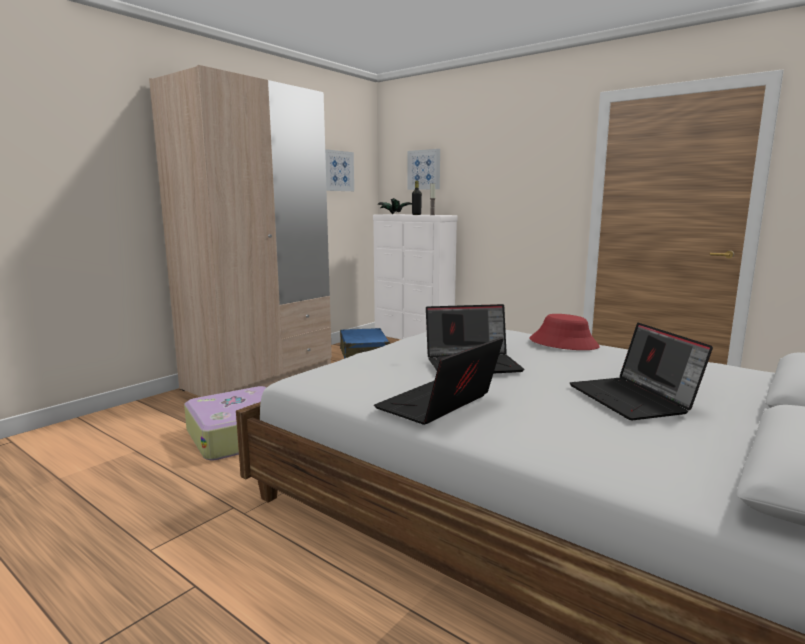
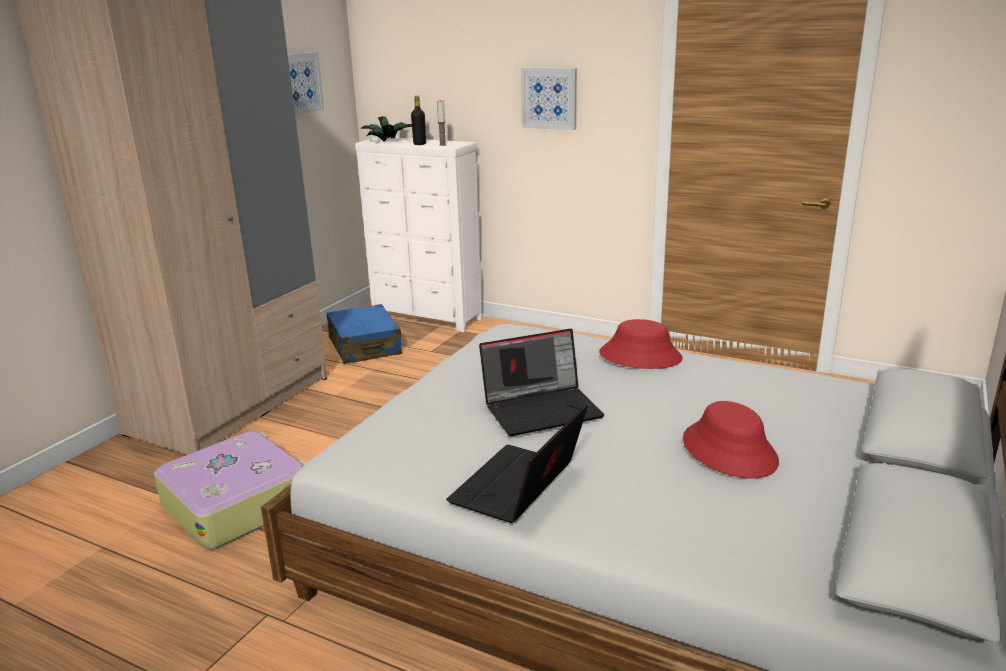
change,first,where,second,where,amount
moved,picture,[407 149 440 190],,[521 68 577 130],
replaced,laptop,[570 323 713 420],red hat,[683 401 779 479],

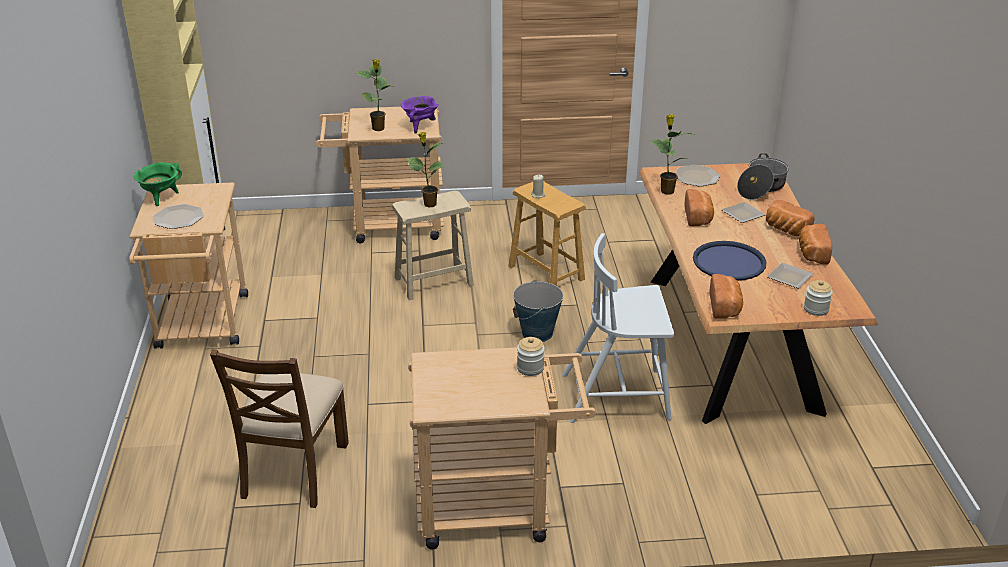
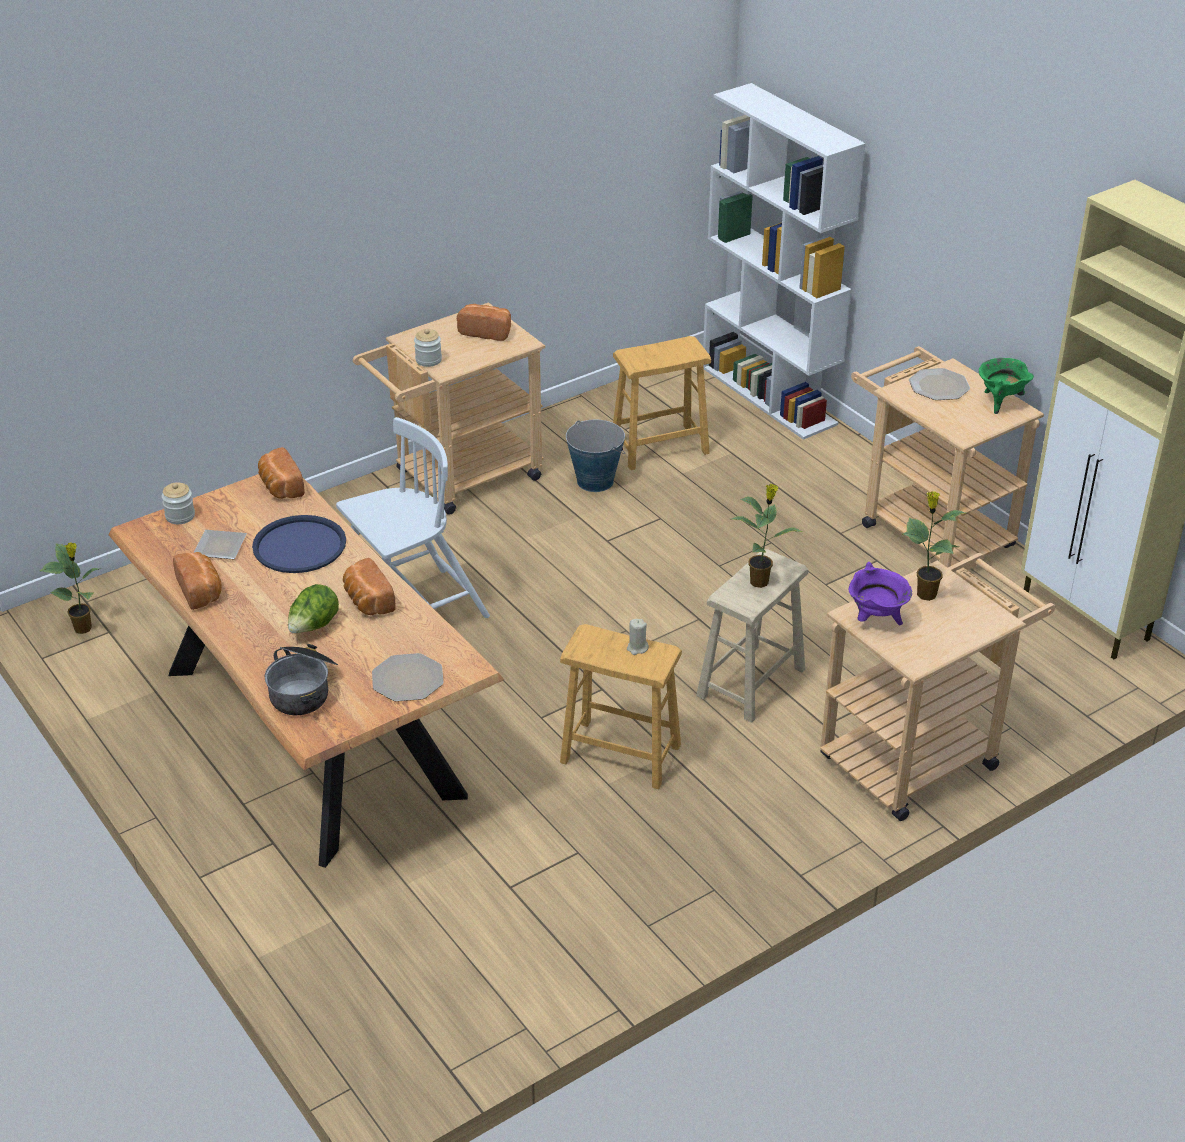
change,first,where,second,where,amount
moved,potted plant,[650 114 694 195],,[40 543 99 634],
moved,bread,[766 200 815 236],,[457 304 511 341],
replaced,plate,[721 202 766 223],lettuce,[288 584 339 633],
moved,bucket,[513 280 563 342],,[566 420 625 492],
replaced,brown chair,[210 349 349 508],brown stool,[613 336 711 470],
added,,,white bookcase,[703 83 866 440],

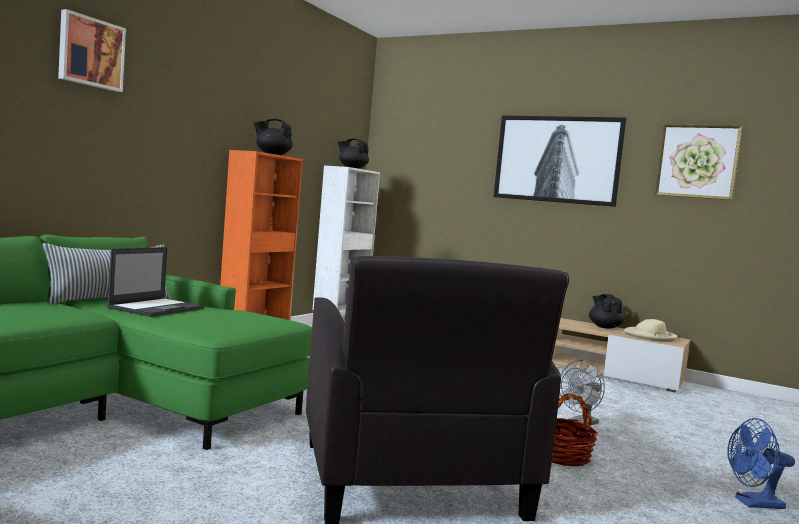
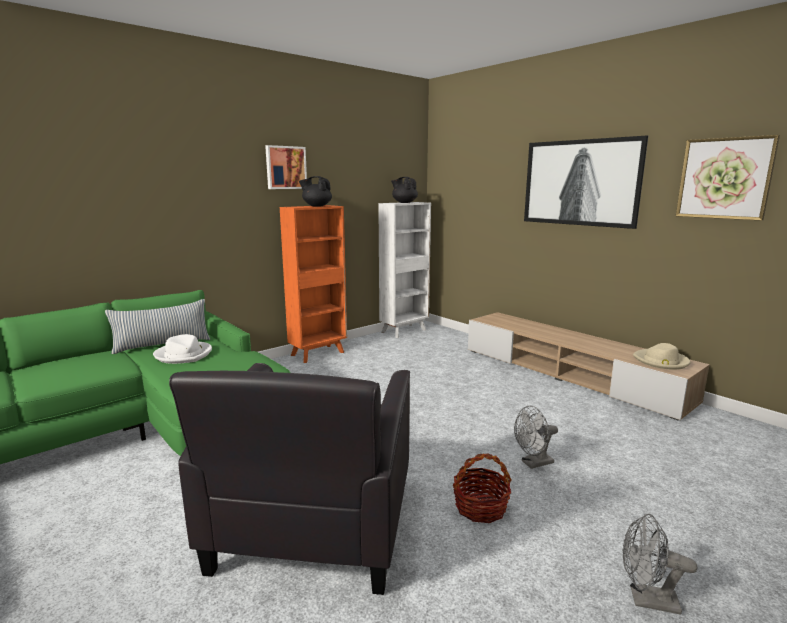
change,first,where,second,where,amount
moved,picture,[58 9 126 92],,[265 145 307 189],
replaced,laptop,[107 247 204 317],white hat,[153 334 212 364],
removed,black teapot,[589 294 625 329],,,
recoloured,blue fan,[727 418 795 509],grey fan,[623 514 697 615],

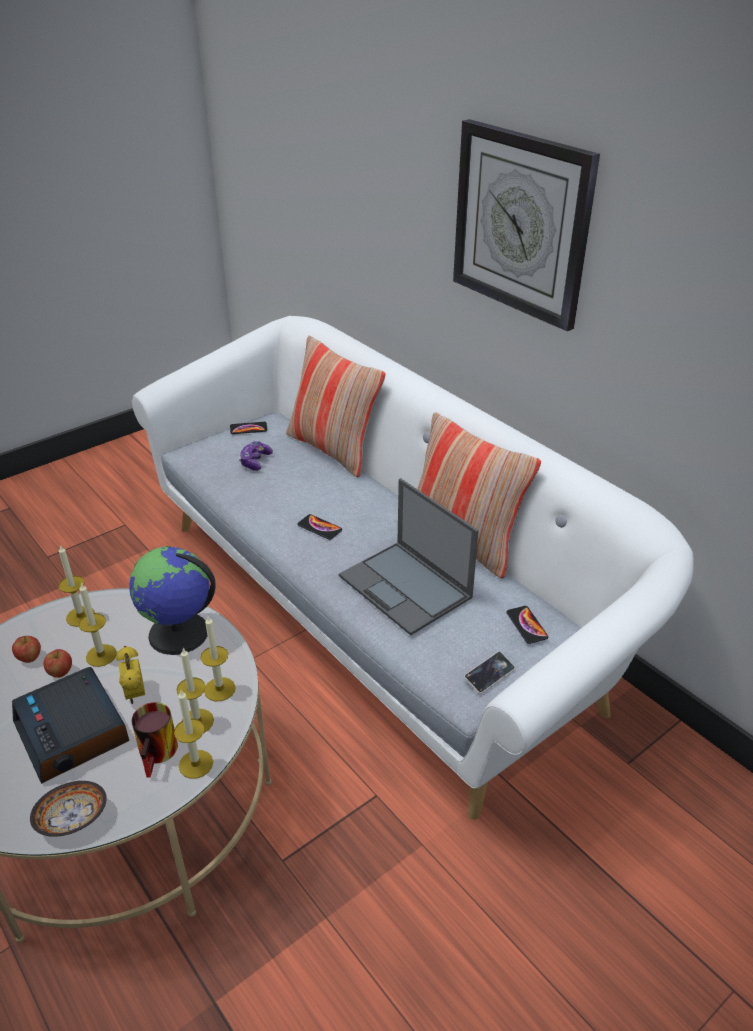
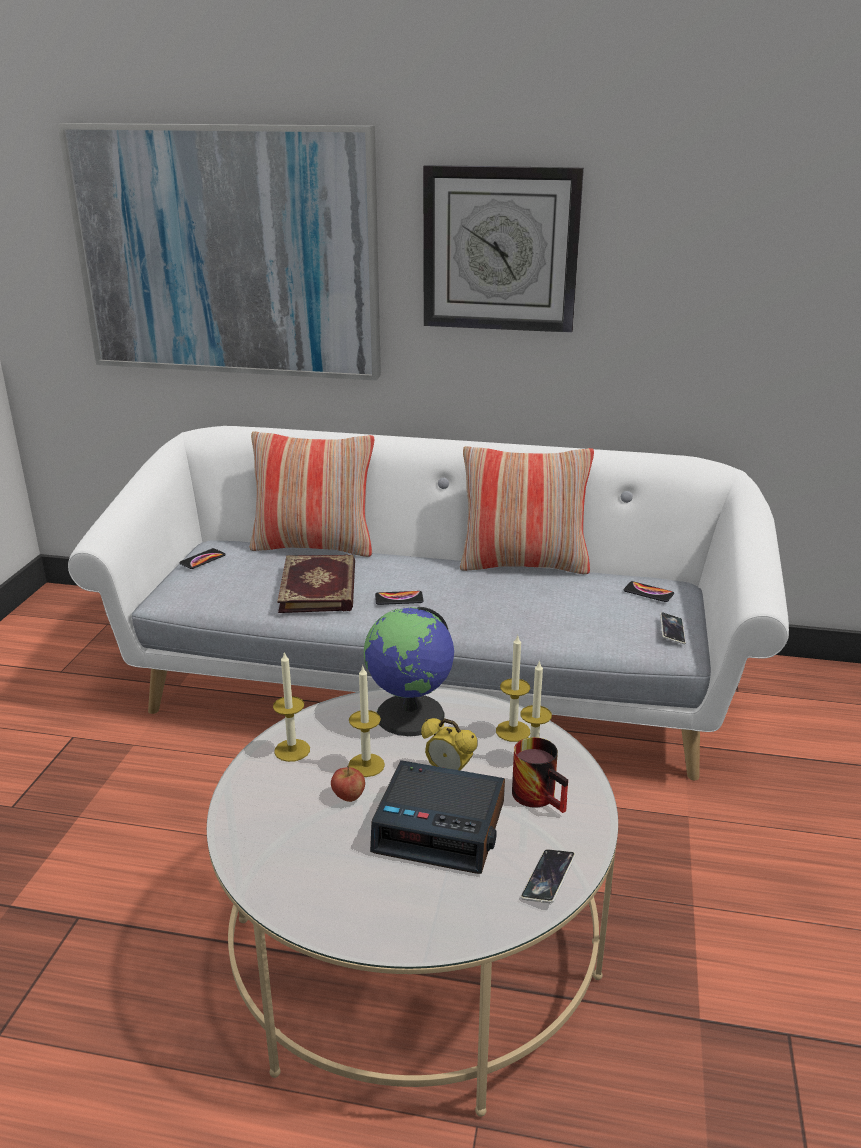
change,first,where,second,where,amount
removed,game controller,[239 441 273 471],,,
removed,laptop,[339 478 479 636],,,
removed,apple,[12 636 41 663],,,
removed,candle,[174 690 213 779],,,
replaced,bowl,[30 781 107 837],phone,[521 849 576 903],
added,,,picture,[58 123 381 381],
added,,,book,[277 554 355 613],

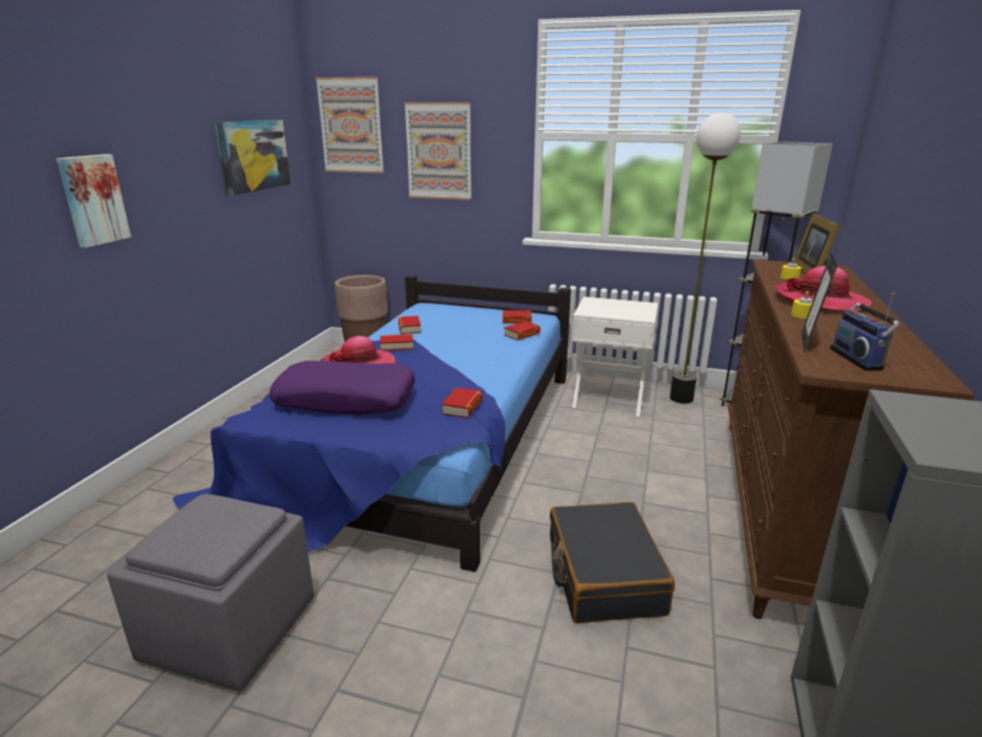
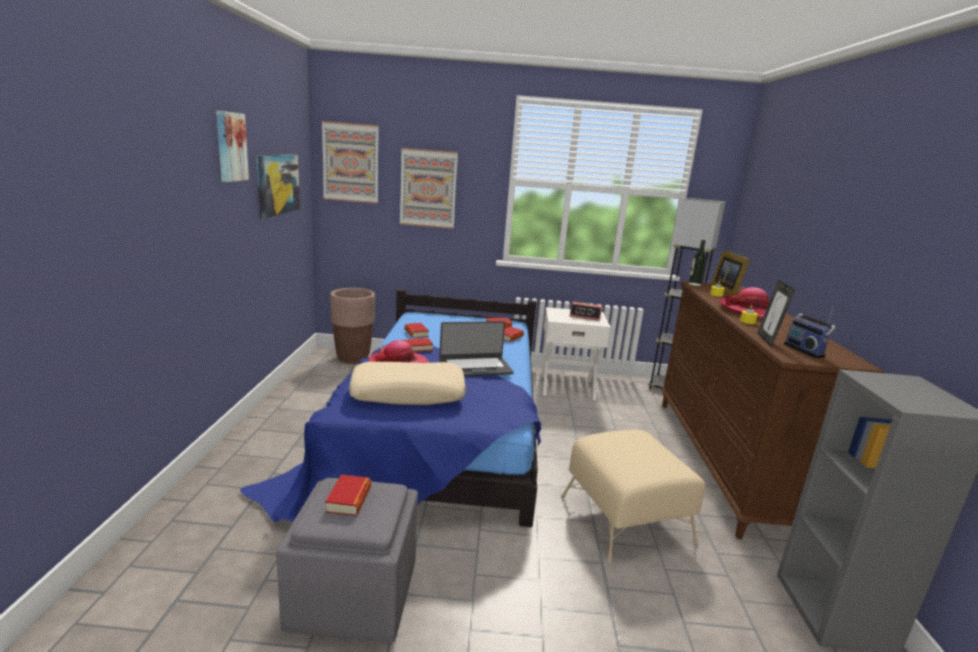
change,first,where,second,where,amount
removed,floor lamp,[670 113 740 404],,,
moved,picture,[56 154 131 248],,[216 111 249 182],
recoloured,purple pillow,[269 361 415 415],beige pillow,[349 362 466 405],
moved,book,[442 387 483 418],,[325 475 371 516],
replaced,black suitcase,[550 502 675 623],beige ottoman,[561 430 705 563],
added,,,bottle,[689 240 706 286],
added,,,alarm clock,[570 302 602 321],
added,,,laptop,[439 321 514 376],

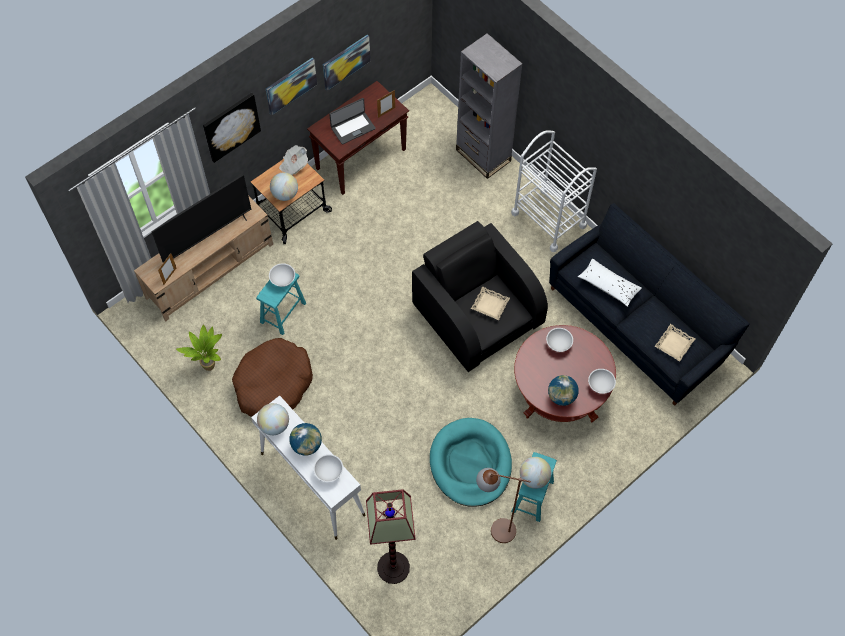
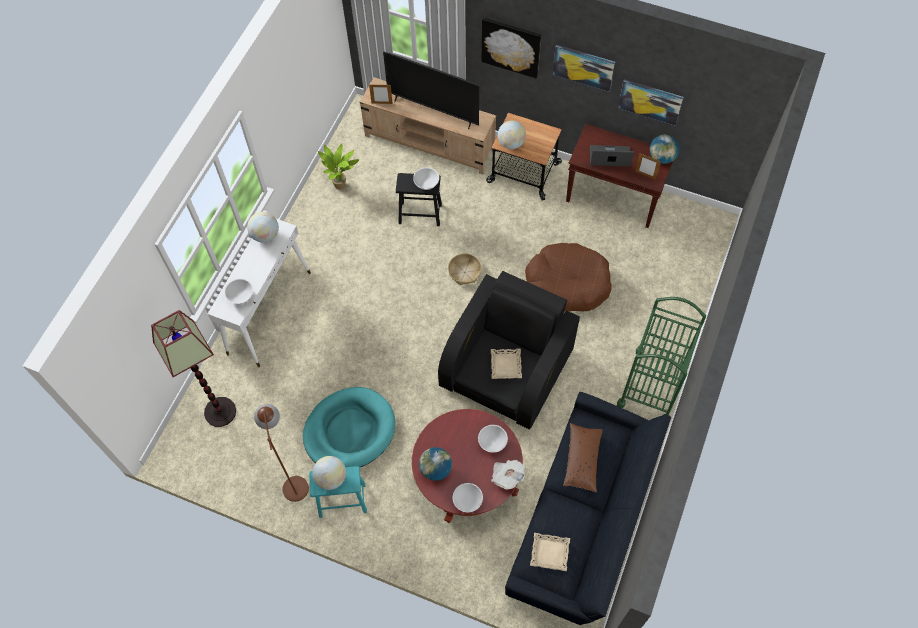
change,first,where,second,where,amount
removed,grey bookcase,[456 33 522 179],,,
turned,laptop,[329 98 376 145],,[590 145 634 167],150 degrees clockwise
recoloured,white cart,[511 130 597 252],green cart,[617 297 706 415],
moved,newspaper,[279 145 308 176],,[491 460 525 489],
recoloured,white pillow,[578 258 642 307],brown pillow,[563 423 603 492],
recoloured,turquoise stool,[256 273 306 335],black stool,[396 173 442 226],
moved,brown dog bed,[232 338 313 417],,[525 243 612 311],
moved,globe,[289 423 322 456],,[650 135 679 164],
added,,,basket,[448 253 482 285],

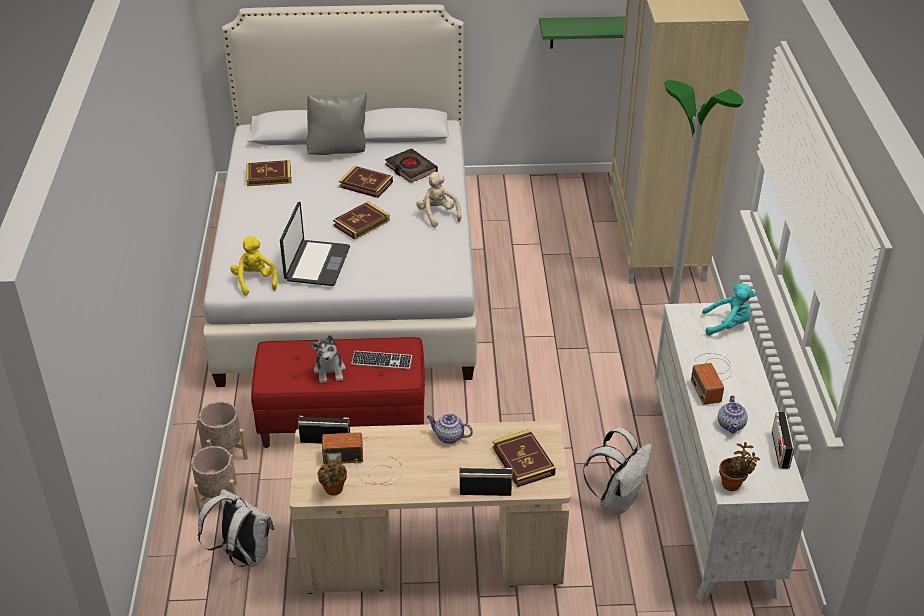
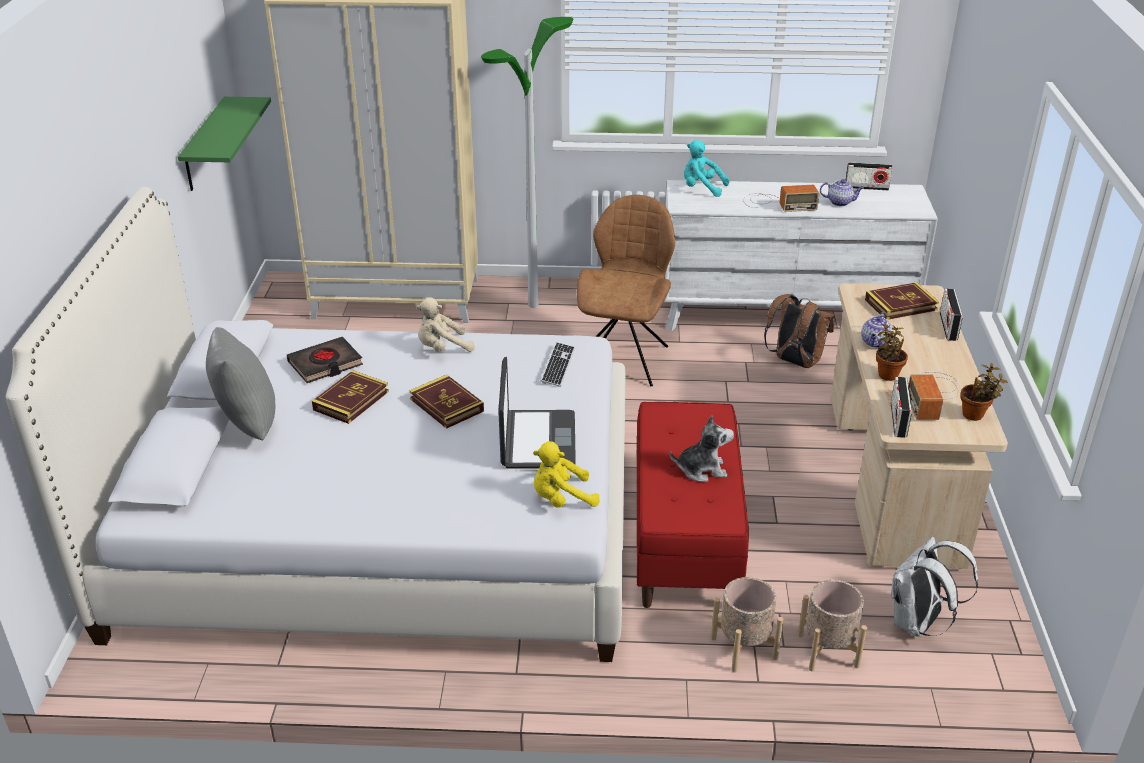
change,first,where,second,where,amount
removed,book,[246 160 291 186],,,
turned,laptop,[280 202 350 286],,[498 357 576 469],75 degrees clockwise
turned,turquoise plush toy,[702 284 756 336],,[684 140 730 197],75 degrees counterclockwise
moved,keyboard,[351 351 412 369],,[540 342 575 387],
recoloured,white backpack,[583 427 652 514],brown backpack,[764 294 835 368],
moved,potted plant,[719 442 760 491],,[876 324 908 381],
added,,,brown chair,[577 195 675 386],

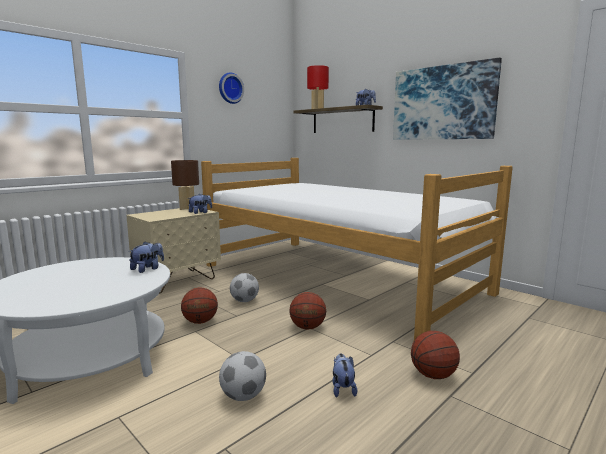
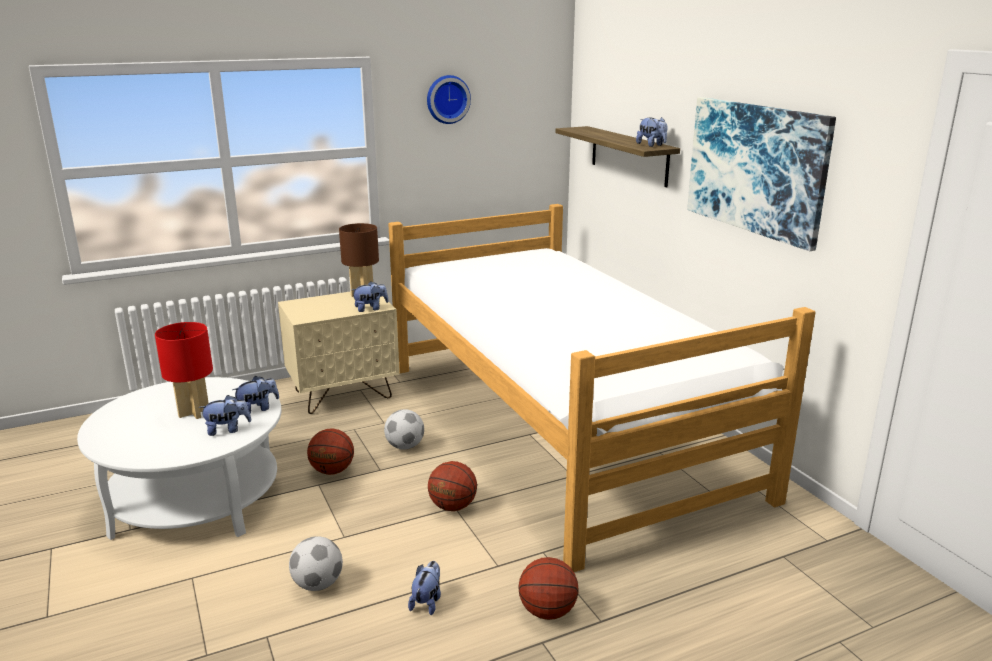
change,first,where,second,where,amount
moved,red table lamp,[307 65 329 109],,[155 322 213 419],
added,,,plush toy,[199 395 251 436],

